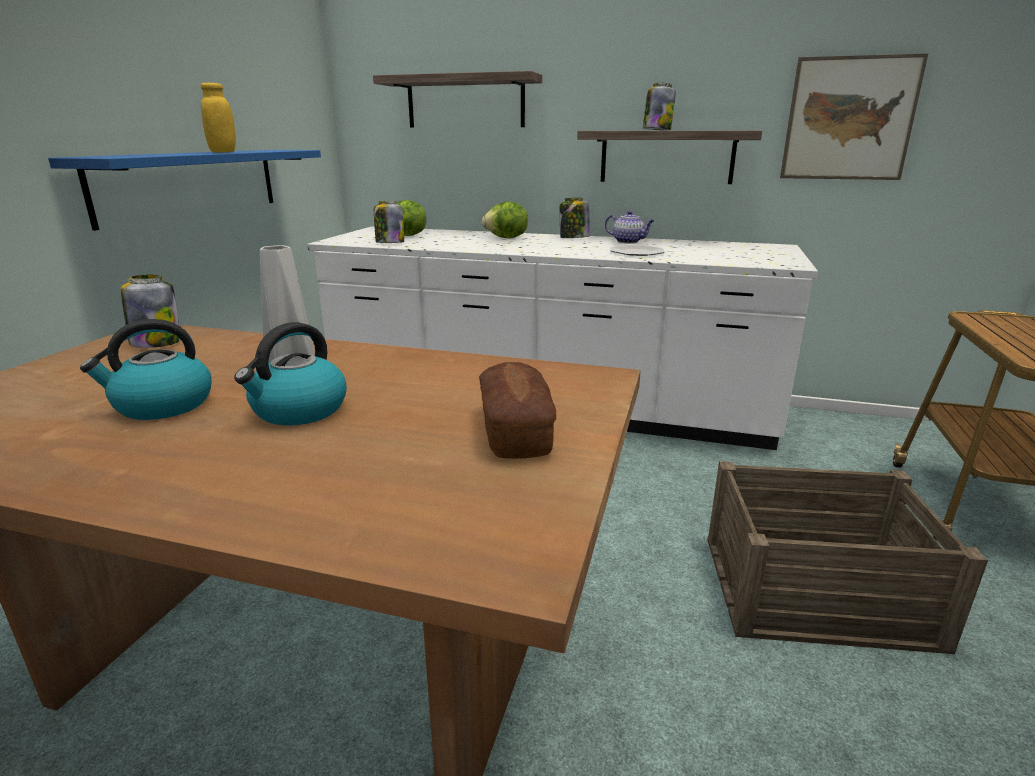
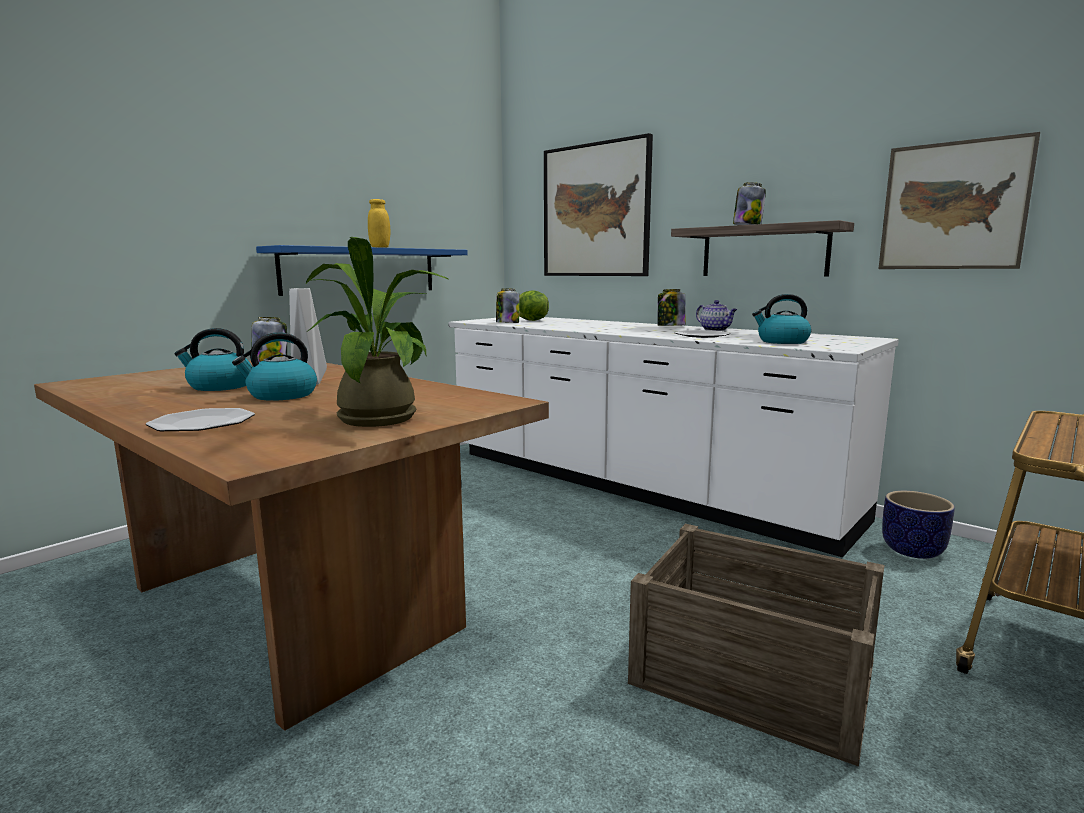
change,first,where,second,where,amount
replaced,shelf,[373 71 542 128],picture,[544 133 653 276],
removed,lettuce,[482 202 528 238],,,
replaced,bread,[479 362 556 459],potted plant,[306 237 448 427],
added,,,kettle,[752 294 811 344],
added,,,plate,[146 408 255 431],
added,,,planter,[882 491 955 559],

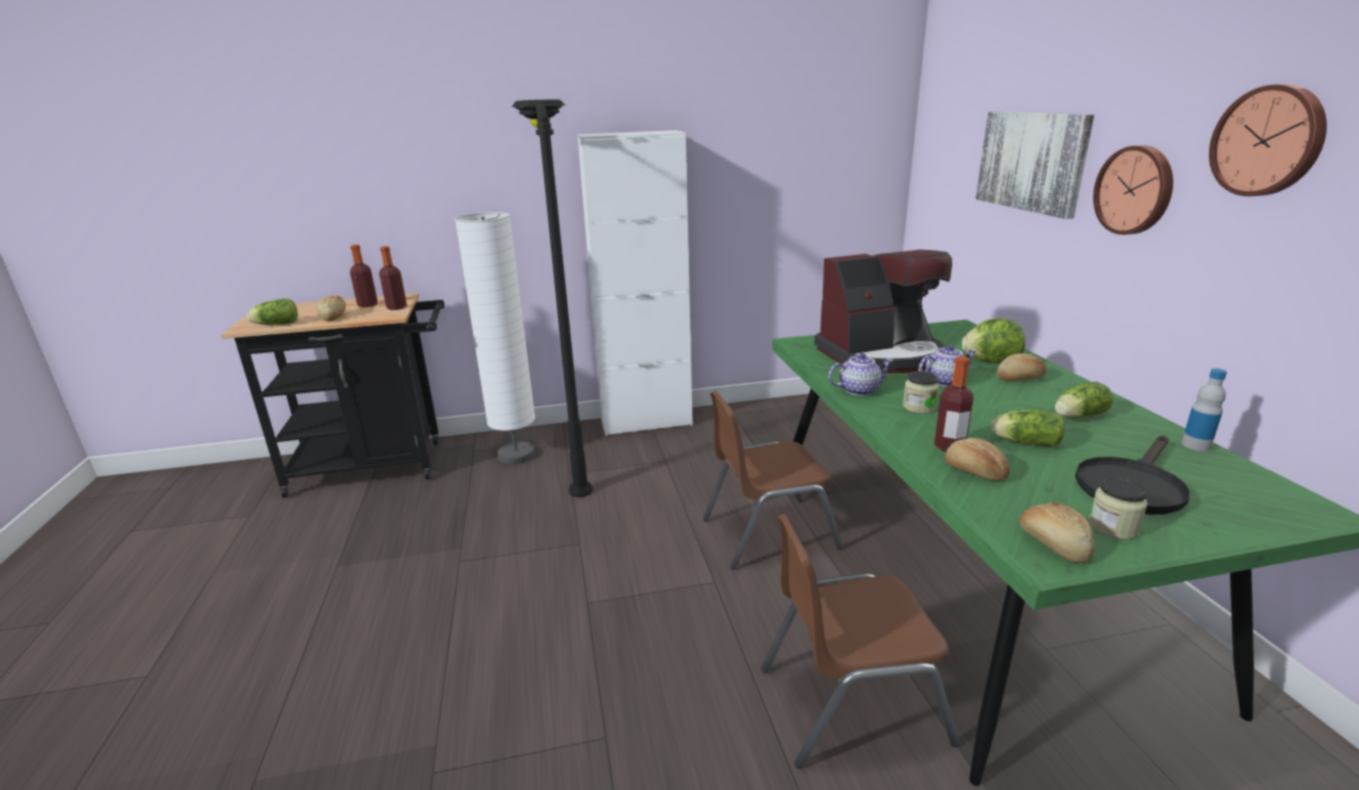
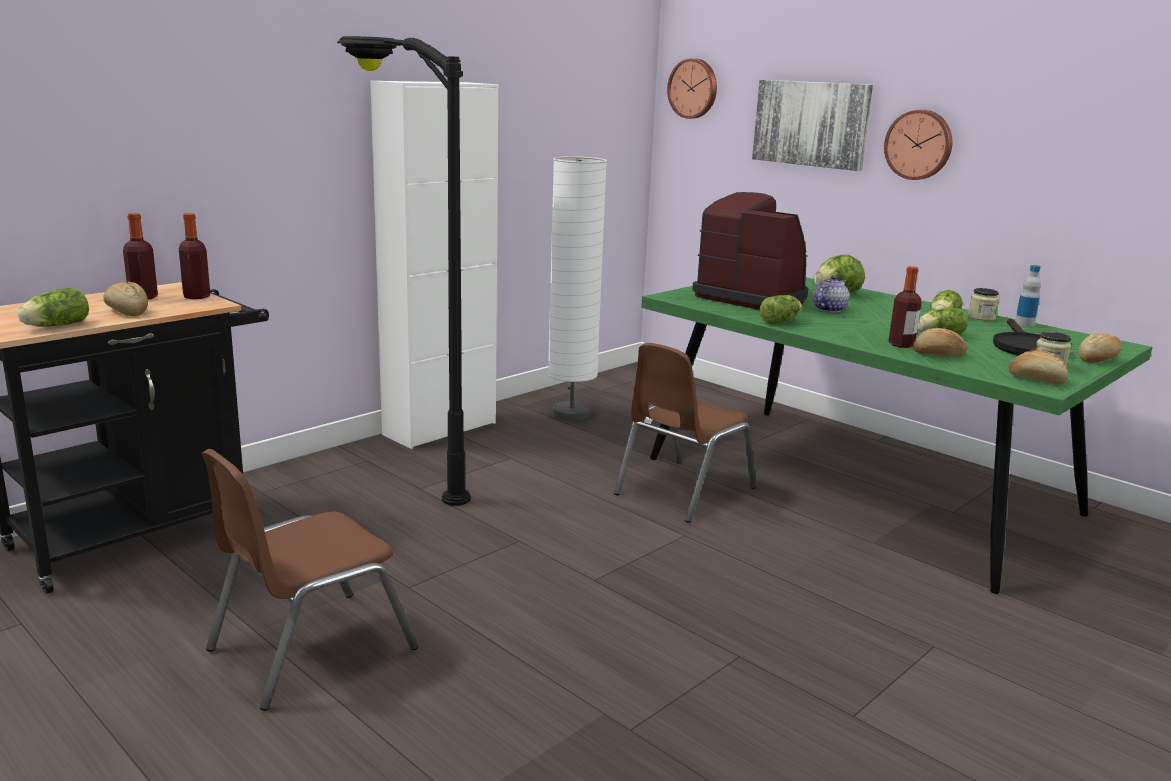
change,first,where,second,where,amount
moved,wall clock,[1209 84 1327 196],,[667 58 717 119],
moved,white floor lamp,[455 212 535 464],,[548 156 607 421],
turned,coffee machine,[814 249 952 373],,[692 192 808 310],90 degrees counterclockwise
replaced,teapot,[828 353 893 396],lettuce,[759 295 802 325],
moved,bread,[997 353 1047 381],,[1078 333 1121 363],
moved,jar,[903 371 939 414],,[968 288 999 321],
moved,brown chair,[761 514 959 769],,[201 449 419 711],

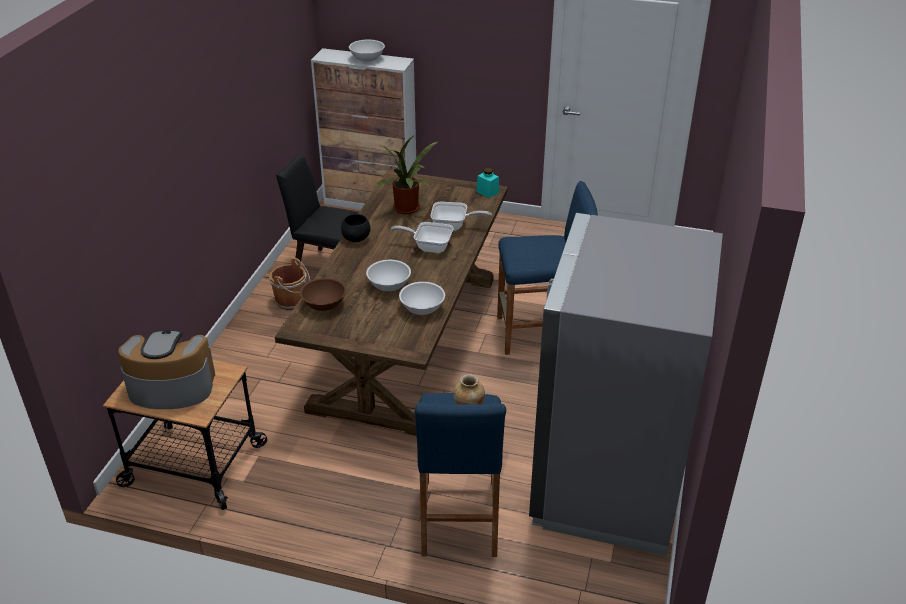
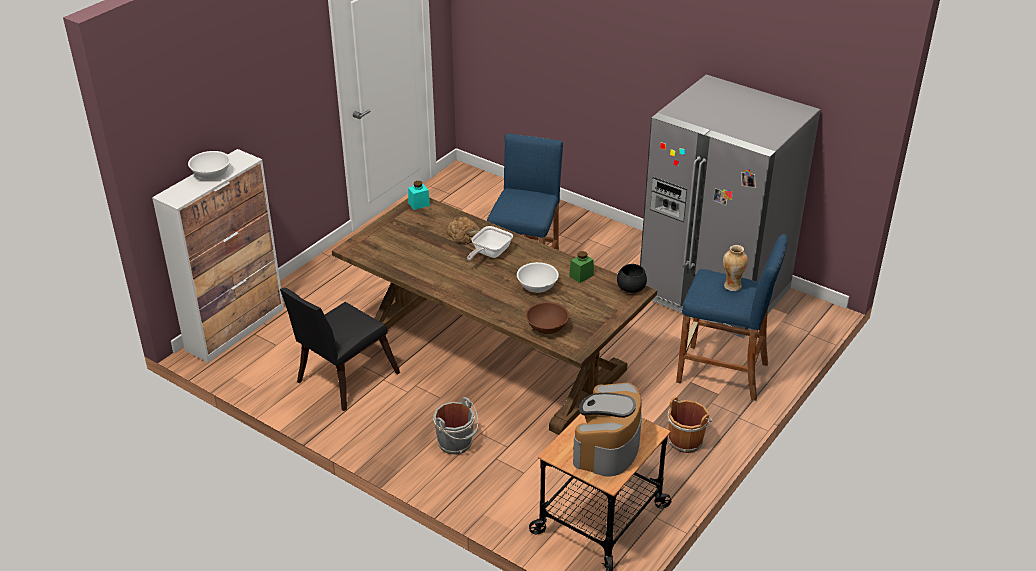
change,first,where,second,where,amount
removed,potted plant,[375 135 438 214],,,
replaced,frying pan,[431 202 492 231],bread,[447 216 481 245],
moved,black bowl,[341 214 371 242],,[617 264 647 293],
moved,brown bucket,[269 258 310 310],,[668 397 712 453],
replaced,white bowl,[399 282 445 315],green jar,[569 251 594 283],
added,,,grey bucket,[433 397 478 455],

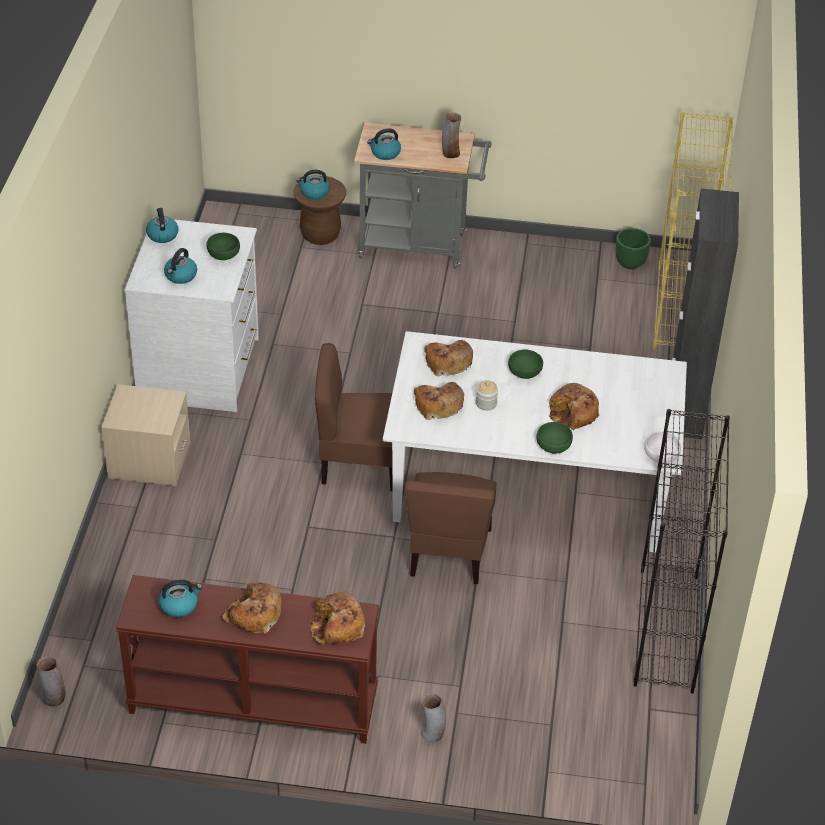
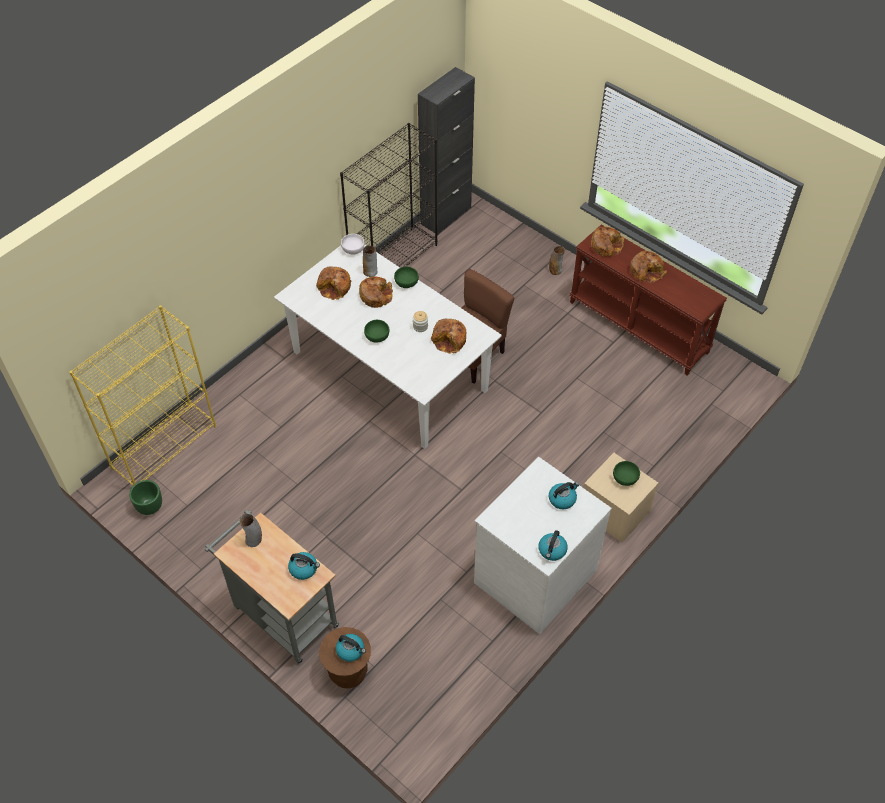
change,first,where,second,where,amount
moved,black cabinet,[672 188 739 439],,[418 67 475 235],
moved,green bowl,[206 233 240 260],,[613 461 640 486],
moved,bread,[424 340 473 376],,[316 266 351 300],
removed,brown chair,[315 343 393 492],,,
removed,kettle,[159 579 202 618],,,
moved,vase,[37 656 66 706],,[363 245 377 277],

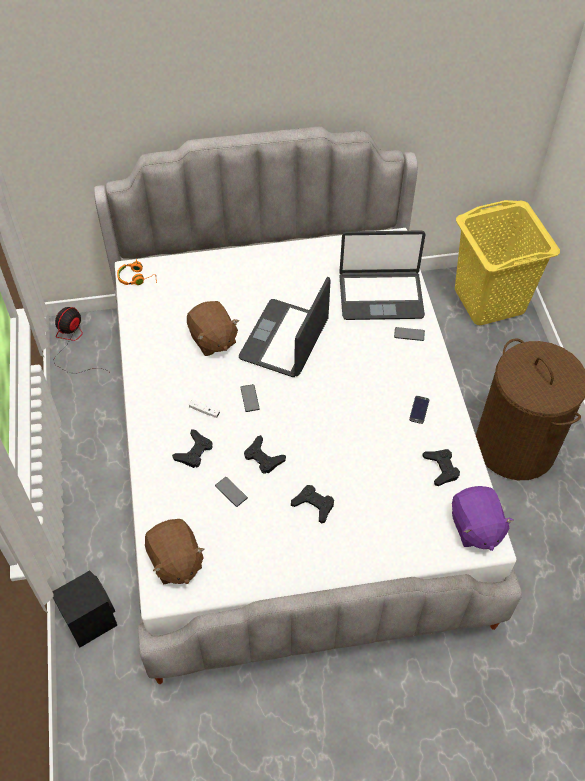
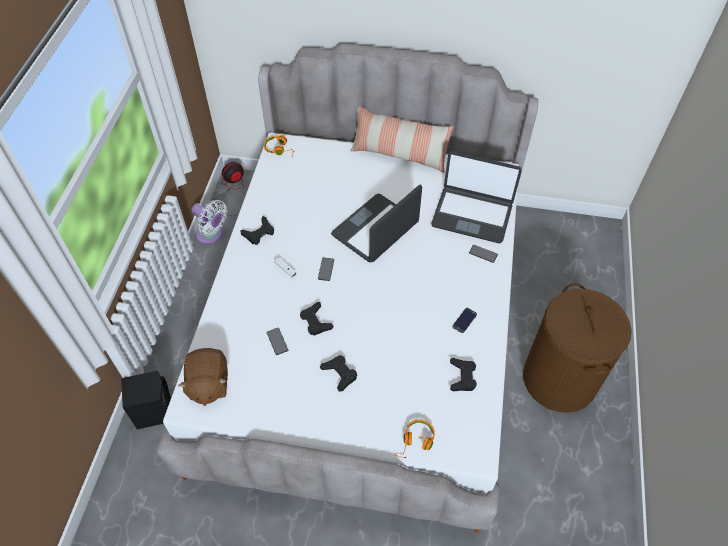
change,first,where,second,where,amount
removed,yellow laundry basket,[455 200 560 325],,,
removed,brown plush toy,[187 301 239 356],,,
moved,black game controller,[172 429 213 468],,[240 216 274 245],
removed,purple plush toy,[452 486 514 551],,,
added,,,pillow,[351 106 454 173],
added,,,white fan,[191 200 227 244],
added,,,orange headphones,[395 419 435 458],

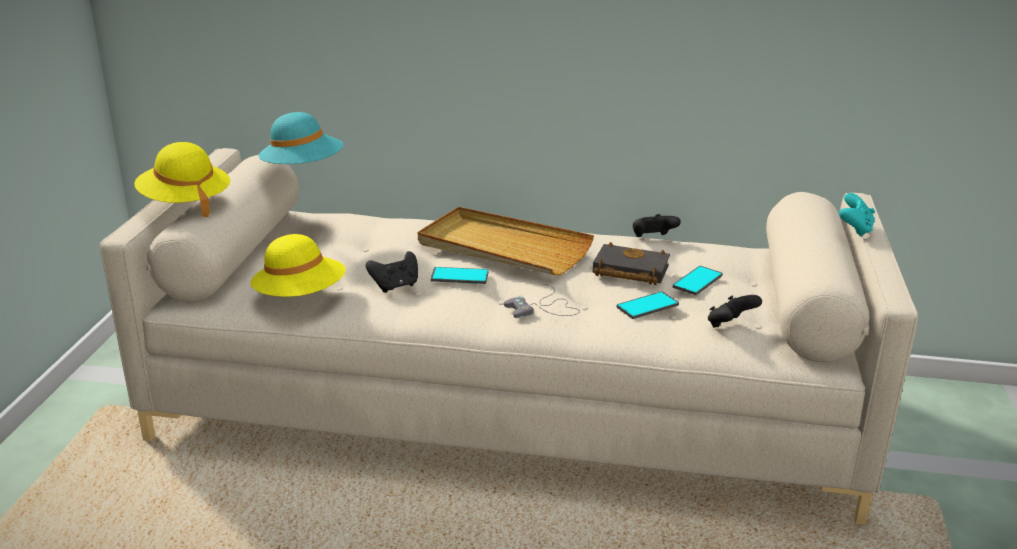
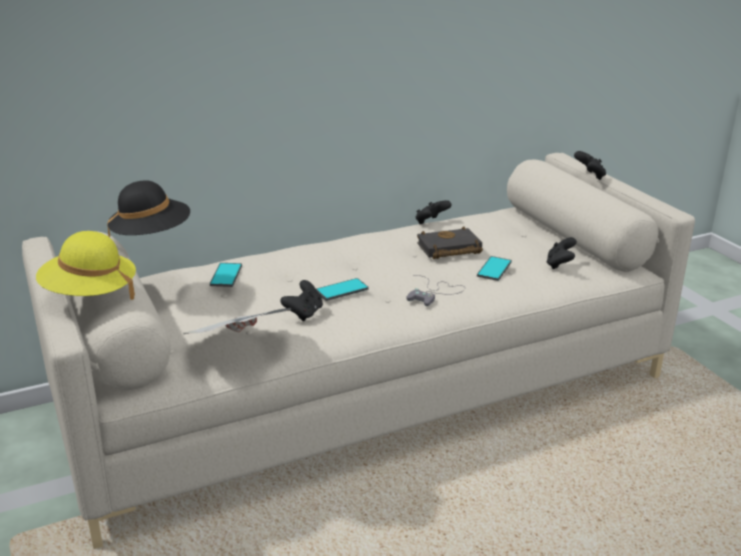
change,first,where,second,where,amount
recoloured,turquoise hat,[258 112 344 164],black hat,[107 180 190 237],
recoloured,turquoise game controller,[839 193 875 237],black game controller,[574 151 606 180],
removed,beige tray,[418 207 594 275],,,
replaced,yellow hat,[250 234 346 297],newspaper,[184 308 292 334],
moved,phone,[673 266 723 295],,[210 263 242 287],

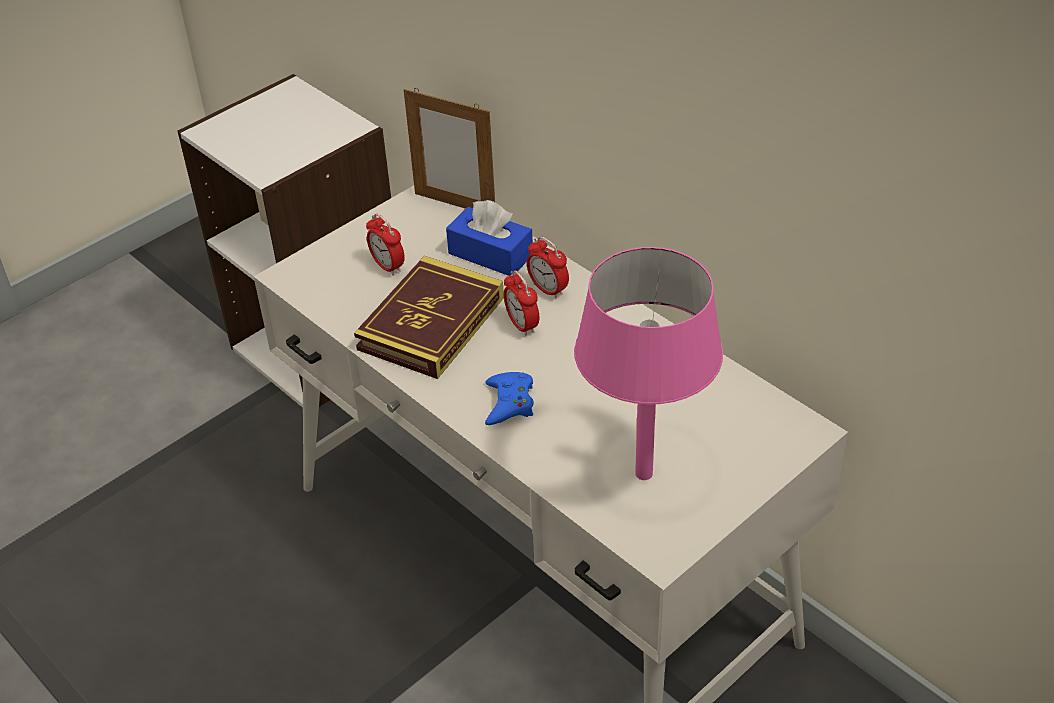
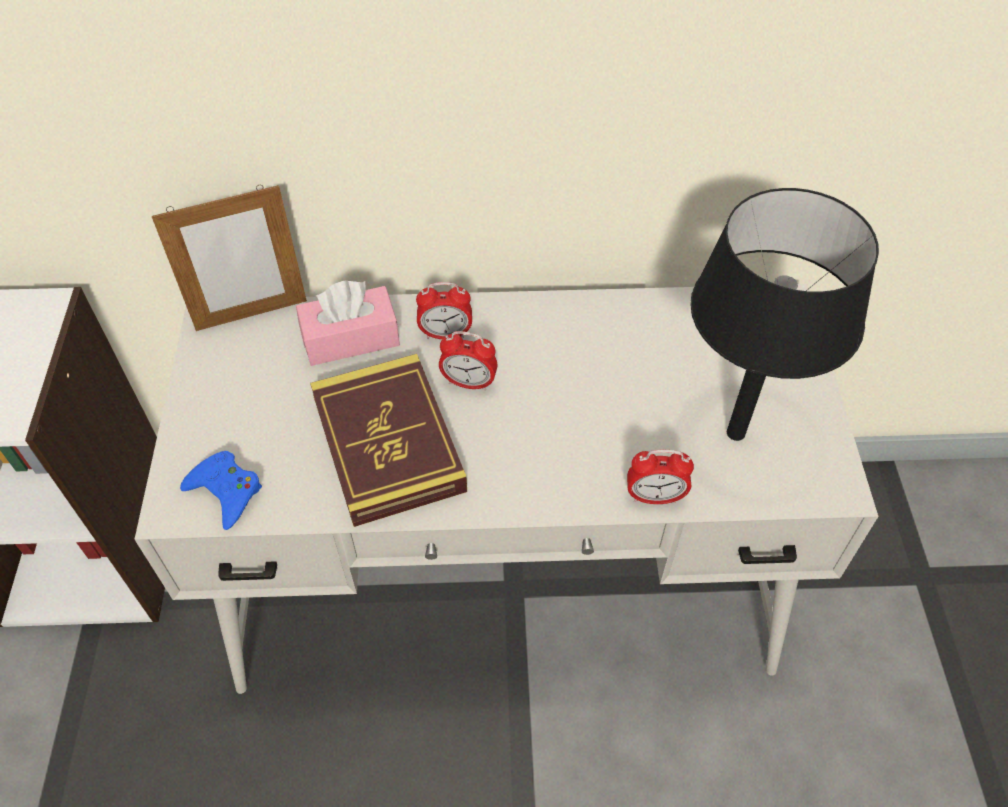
change,first,where,second,where,amount
recoloured,blue tissue box,[446 200 533 276],pink tissue box,[296 280 400 366],
moved,alarm clock,[366 214 405 276],,[627 450 694 504],
recoloured,pink table lamp,[574 247 723 480],black table lamp,[690 188 879 441],
moved,blue game controller,[485 372 534 425],,[180 451 262 530],

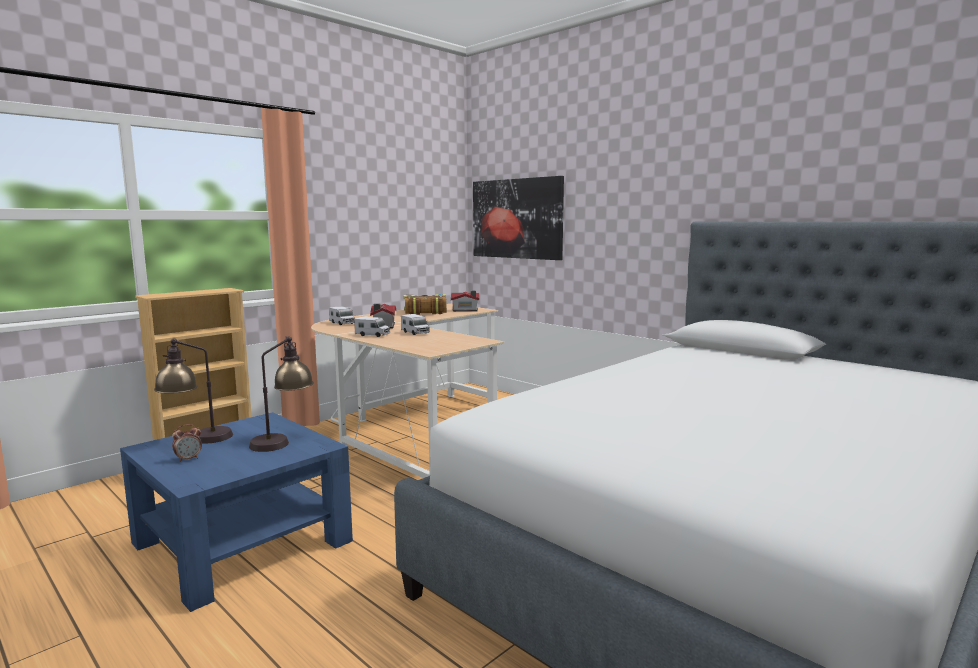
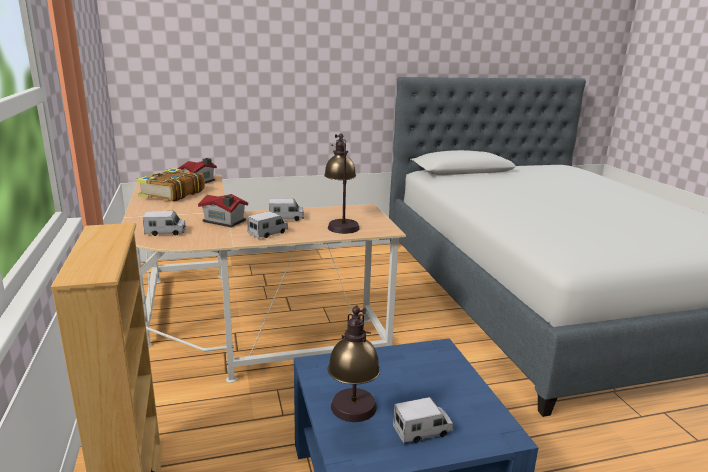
change,first,where,second,where,amount
removed,picture,[473 176 564 260],,,
moved,table lamp,[249 336 314 452],,[324 134 360 234],
replaced,alarm clock,[172 424 202 462],toy truck,[393 397 453 444],

